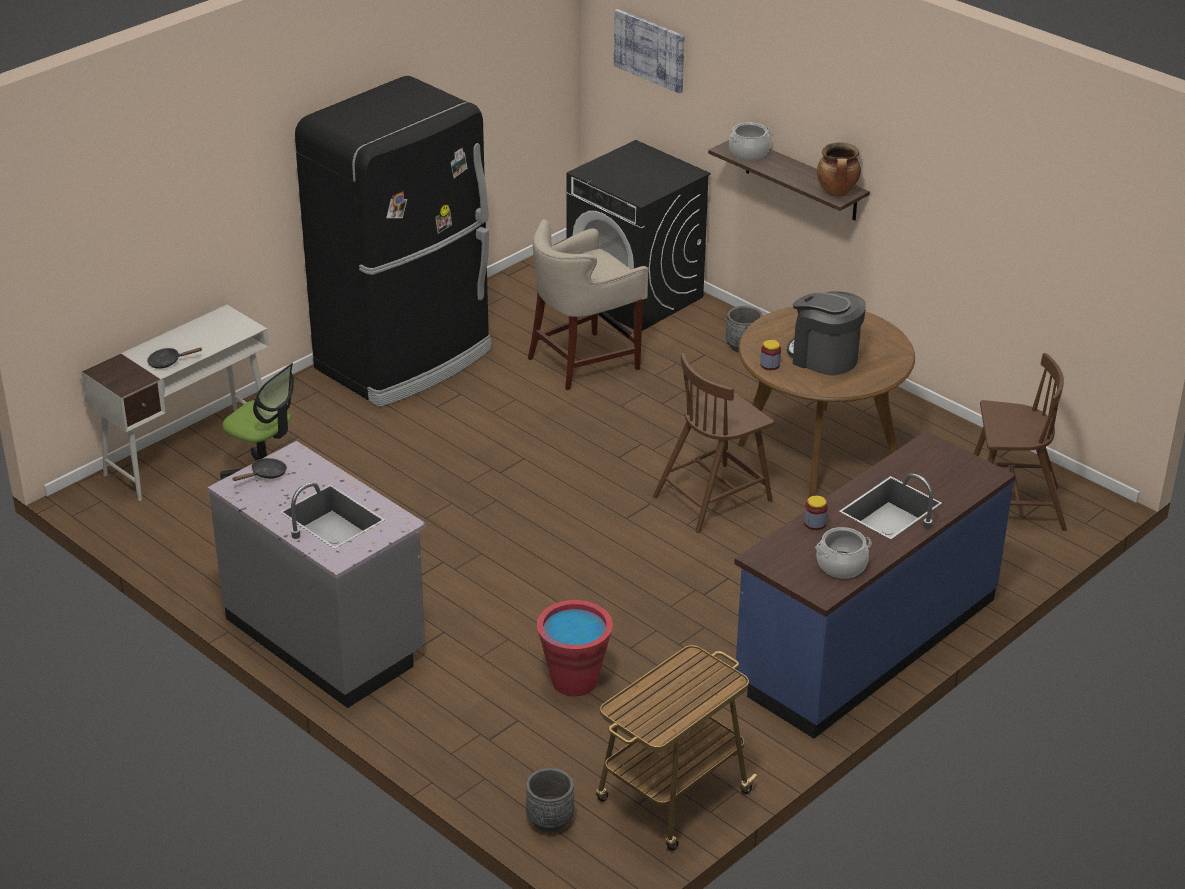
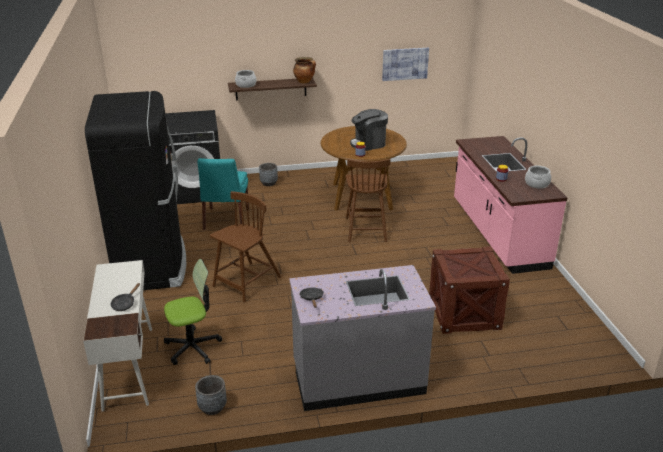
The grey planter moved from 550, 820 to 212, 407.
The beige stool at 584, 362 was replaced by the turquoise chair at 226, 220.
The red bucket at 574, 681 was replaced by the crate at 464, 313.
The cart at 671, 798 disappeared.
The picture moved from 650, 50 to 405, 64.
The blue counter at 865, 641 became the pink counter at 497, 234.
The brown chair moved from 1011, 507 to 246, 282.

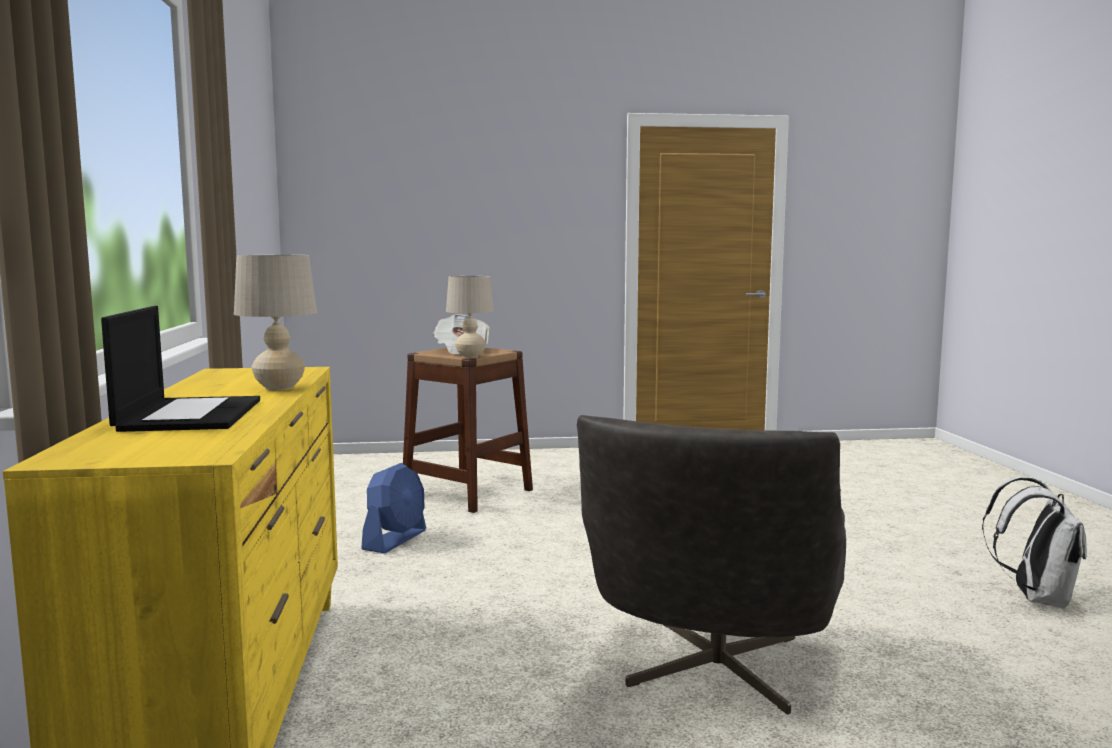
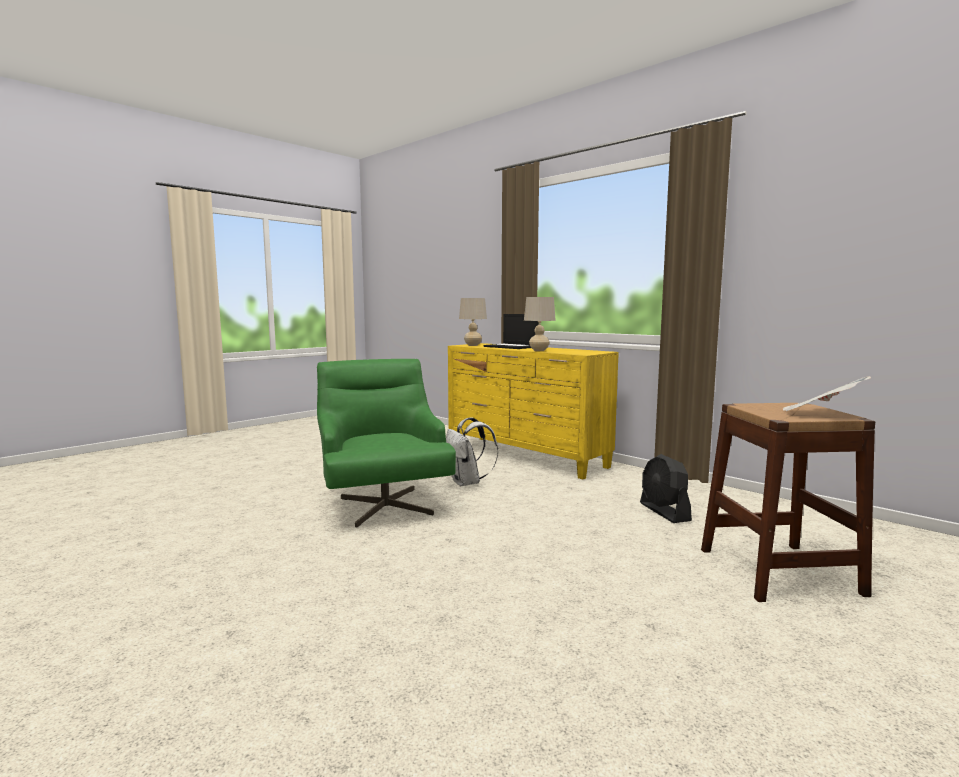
The blue fan at 395, 540 became the black fan at 664, 512.
The beige table lamp moved from 470, 356 to 473, 345.
The grey armchair at 713, 676 became the green armchair at 383, 502.
The white backpack moved from 1036, 598 to 467, 482.

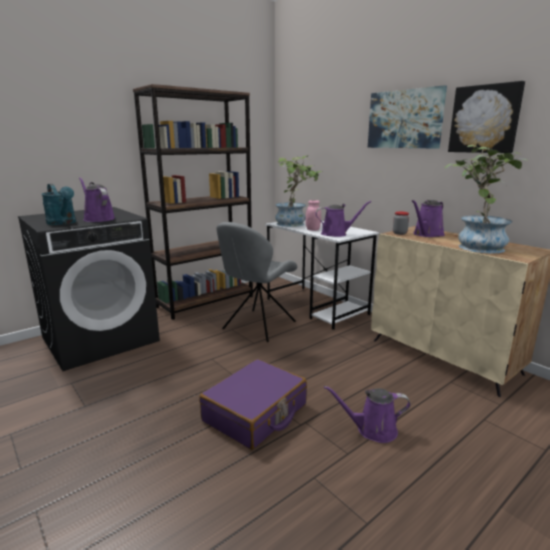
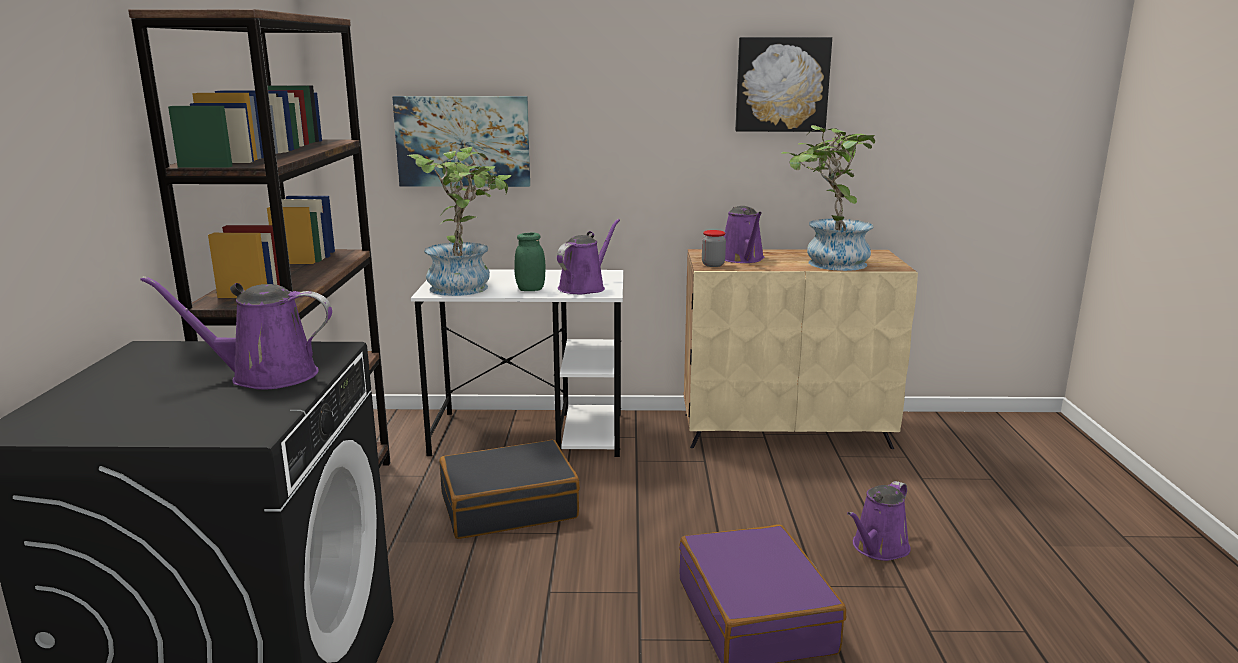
The turquoise watering can at 63, 223 disappeared.
The grey chair at 257, 326 was replaced by the black suitcase at 509, 506.
The pink jar at 313, 230 became the green jar at 530, 289.
The picture moved from 405, 119 to 463, 141.

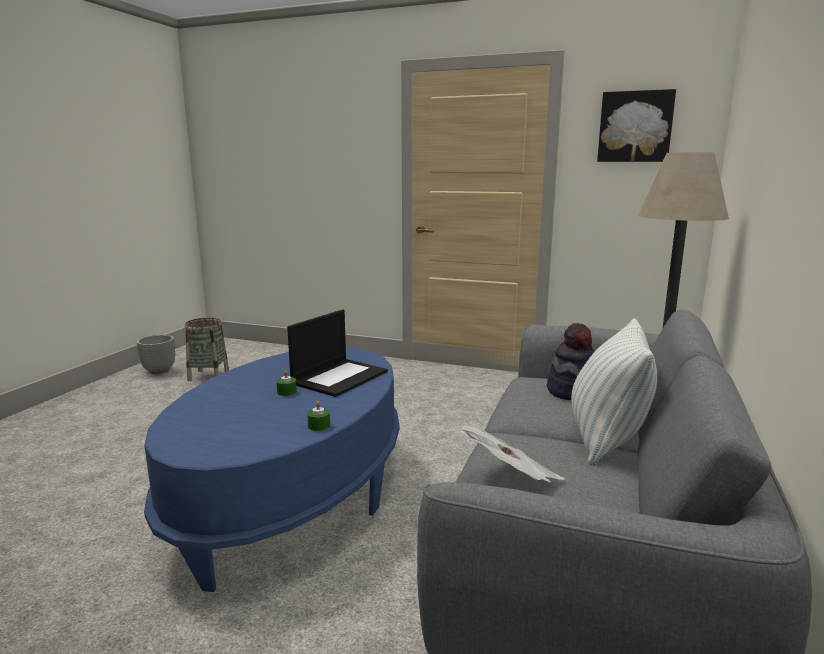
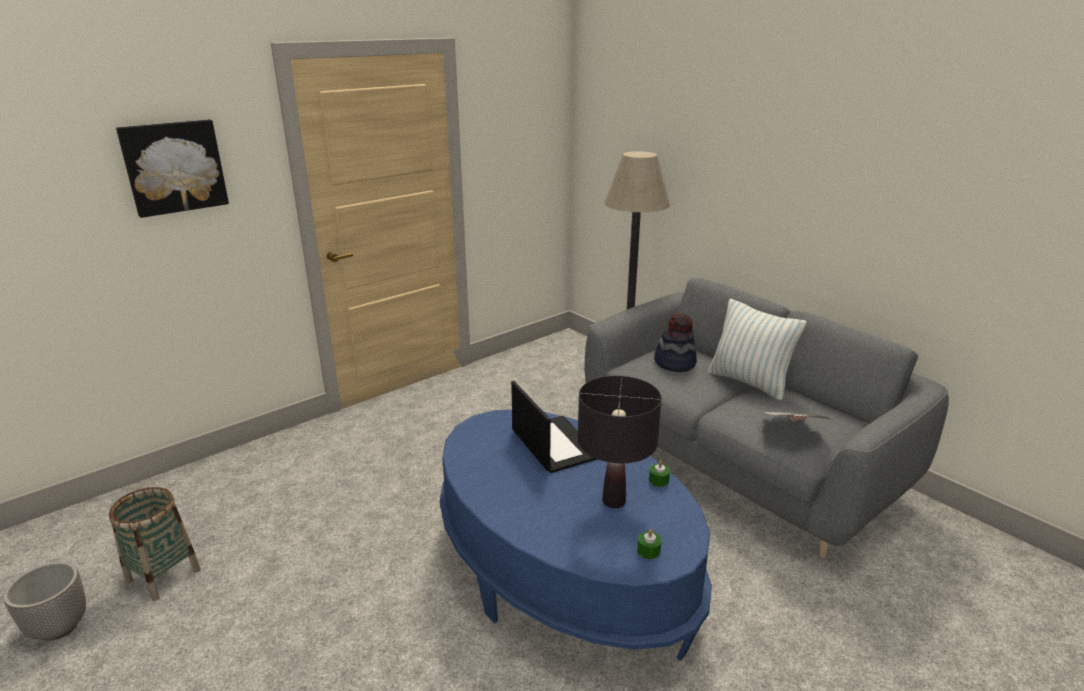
The green candle moved from 287, 392 to 648, 551.
The picture moved from 635, 127 to 174, 167.
The black table lamp at 613, 501 appeared.

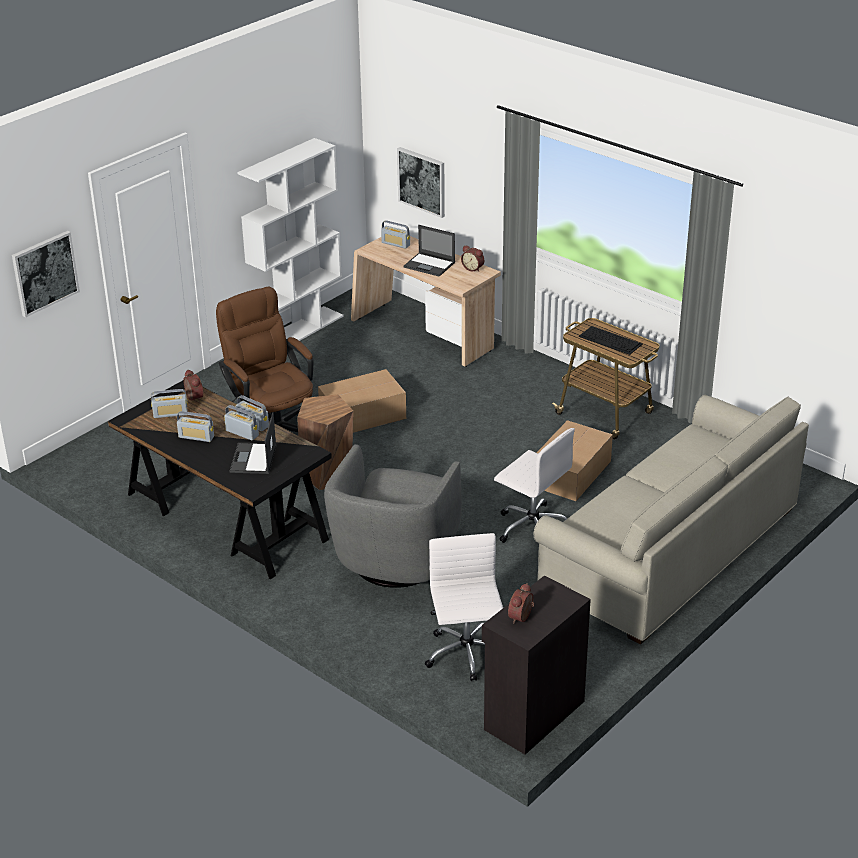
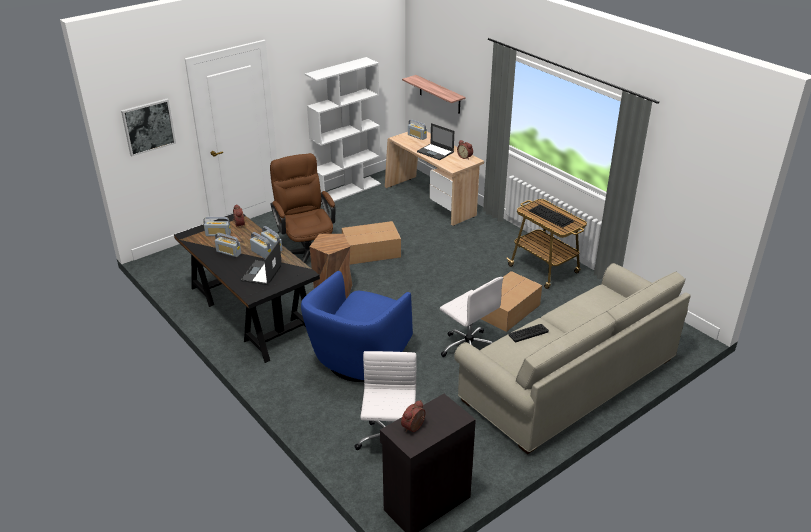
The grey armchair at 395, 561 became the blue armchair at 359, 361.
The picture at 422, 181 was replaced by the shelf at 439, 94.
The keyboard at 528, 333 appeared.

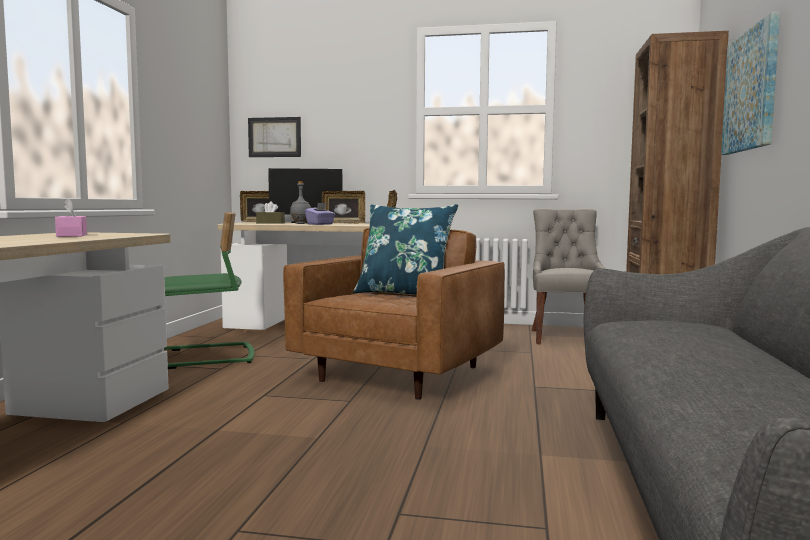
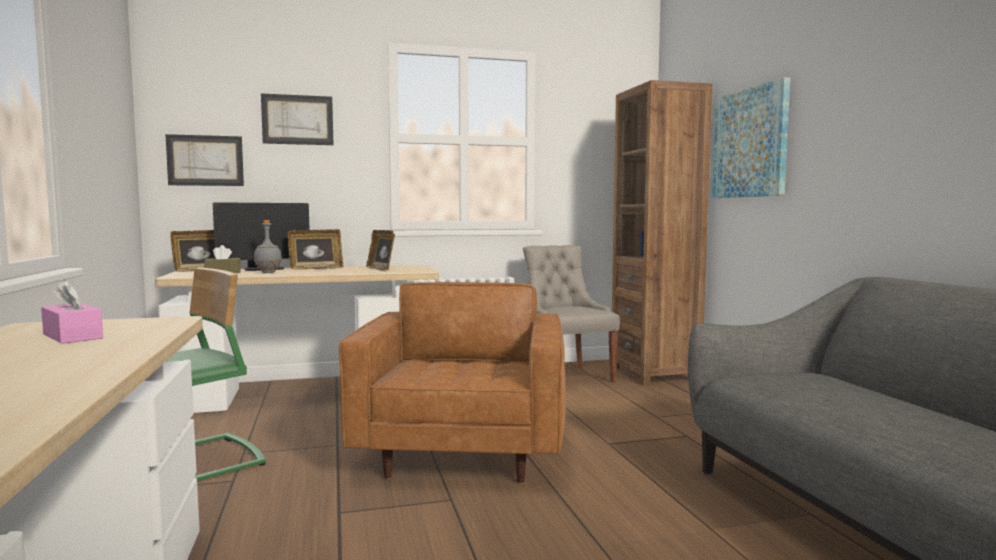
The purple tissue box at 320, 224 disappeared.
The blue pillow at 404, 294 disappeared.
The picture at 297, 120 appeared.

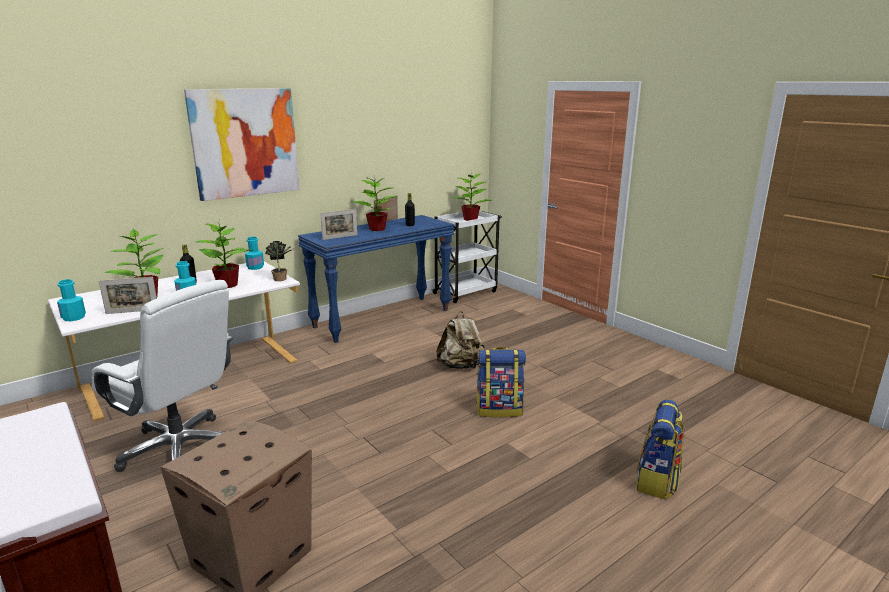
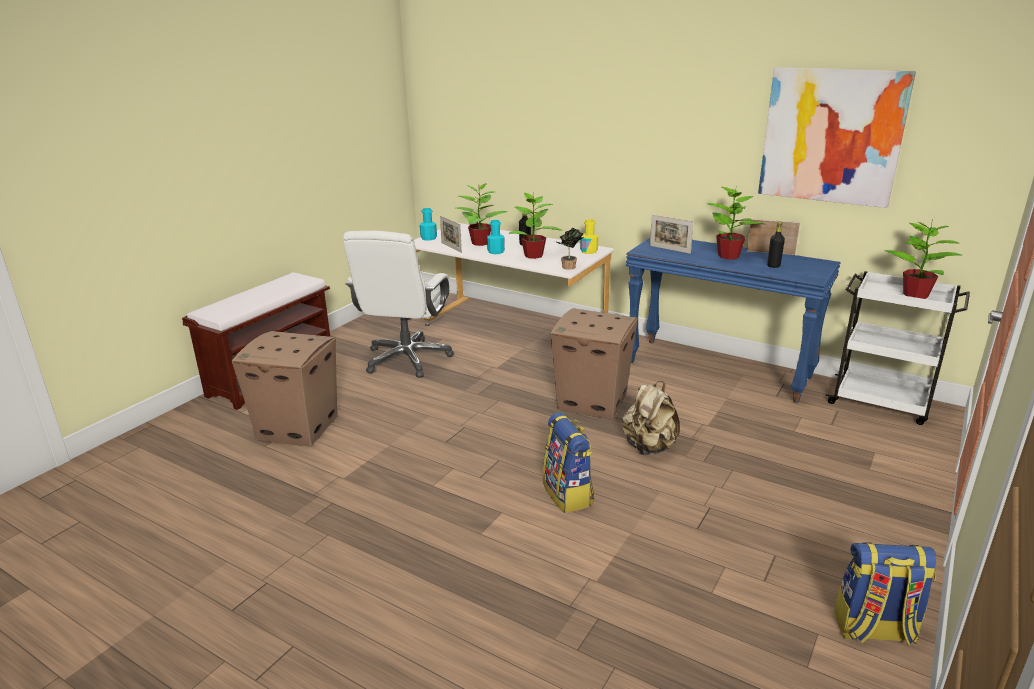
The picture moved from 245, 143 to 831, 136.
The turquoise bottle at 255, 267 became the yellow bottle at 589, 251.
The backpack moved from 657, 481 to 874, 630.
The cardboard box at 593, 401 appeared.

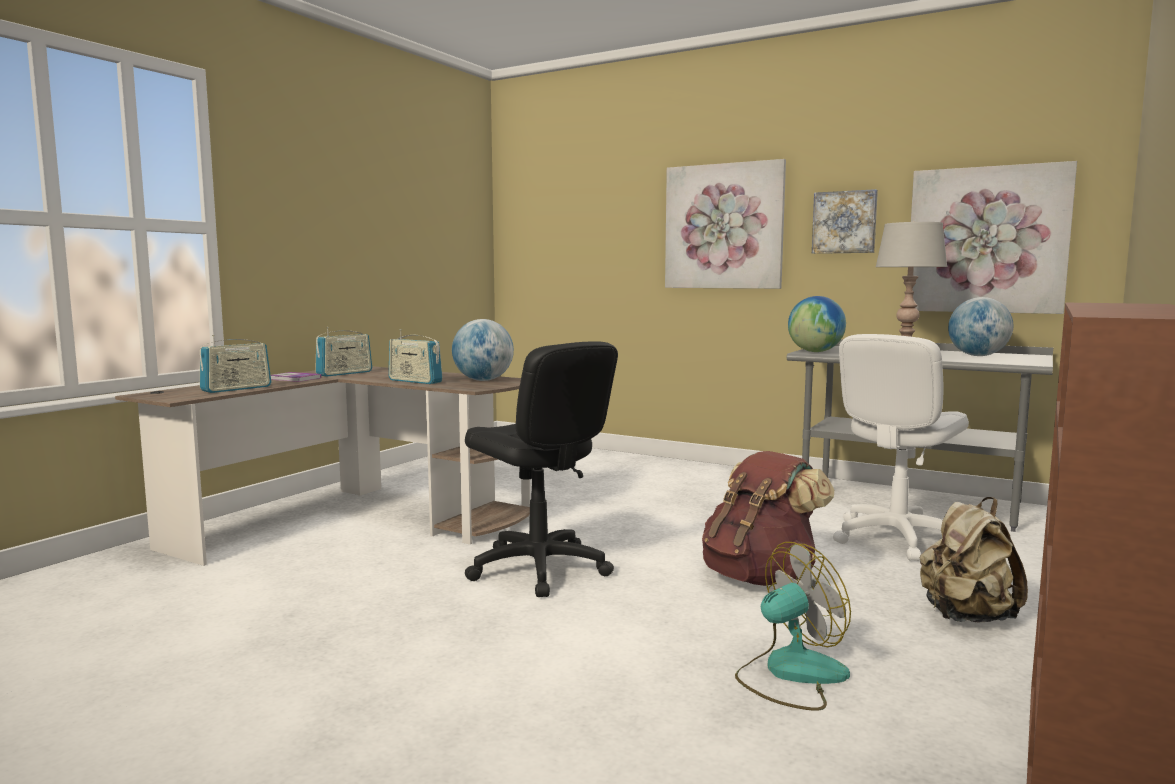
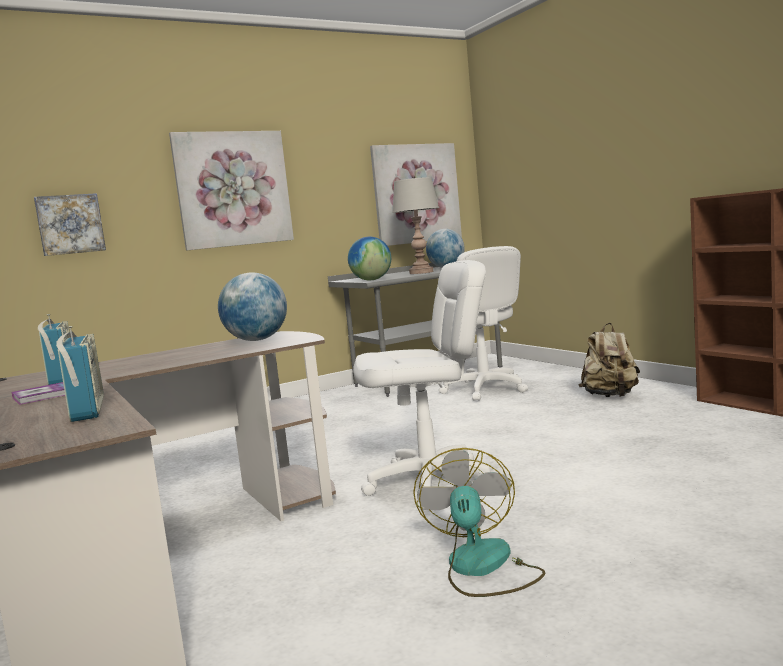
The radio at 415, 381 disappeared.
The black office chair at 538, 569 became the white office chair at 431, 483.
The brown backpack at 760, 577 disappeared.
The fan moved from 790, 674 to 482, 568.
The picture moved from 844, 222 to 70, 224.

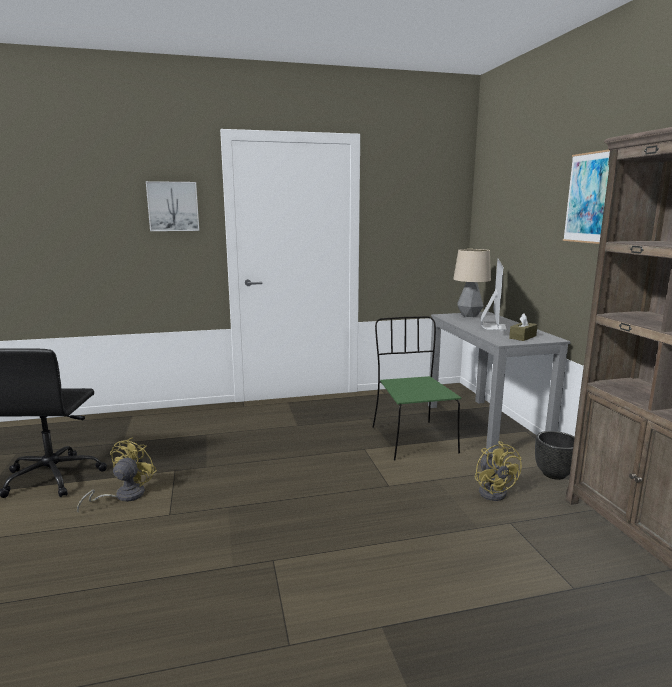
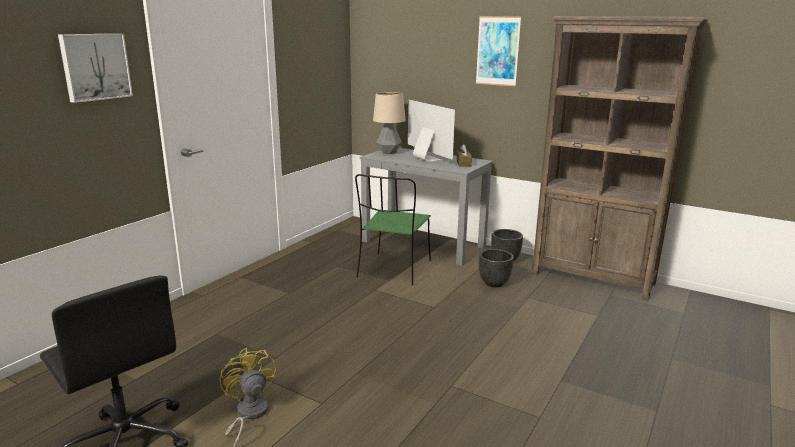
The green chair at 412, 439 turned 105 degrees counterclockwise.
The yellow fan at 494, 491 was replaced by the black planter at 493, 283.

